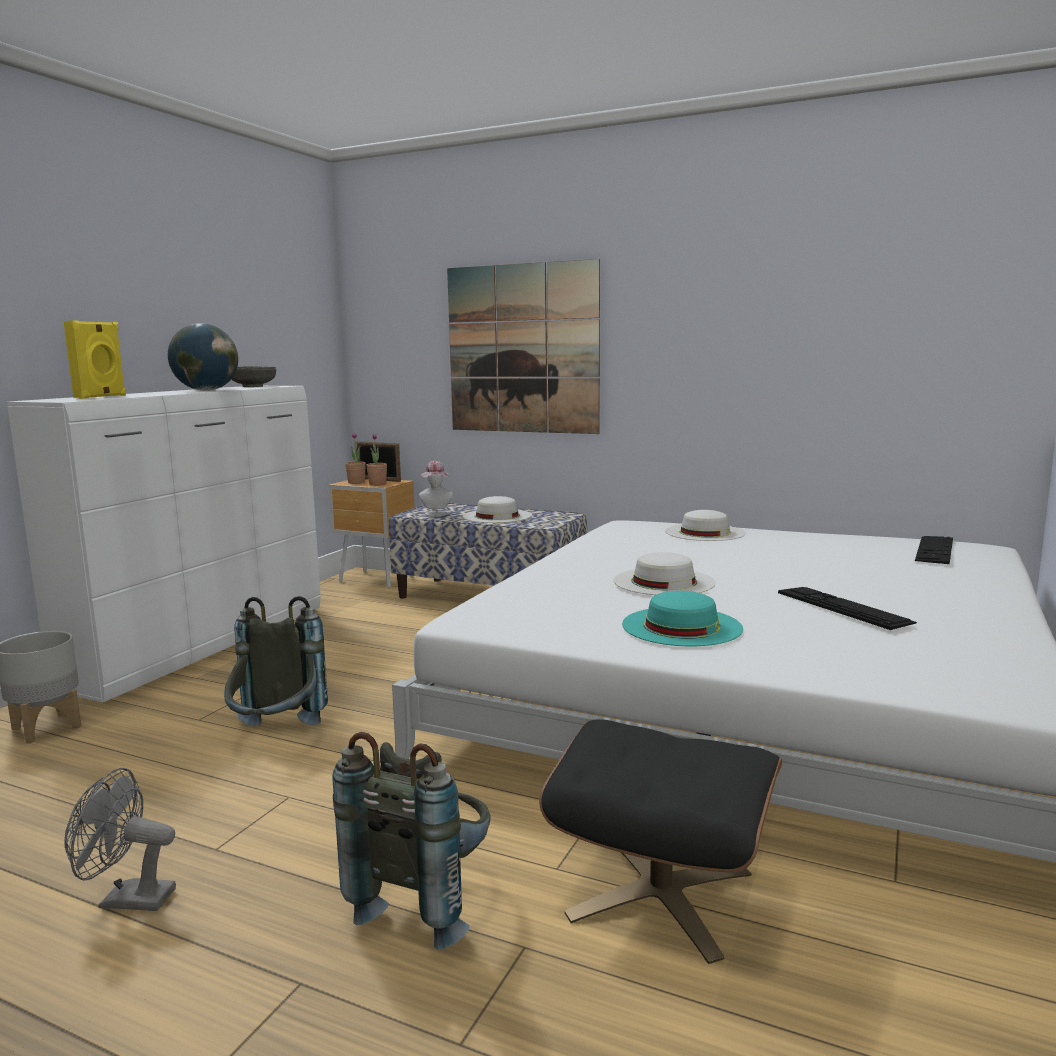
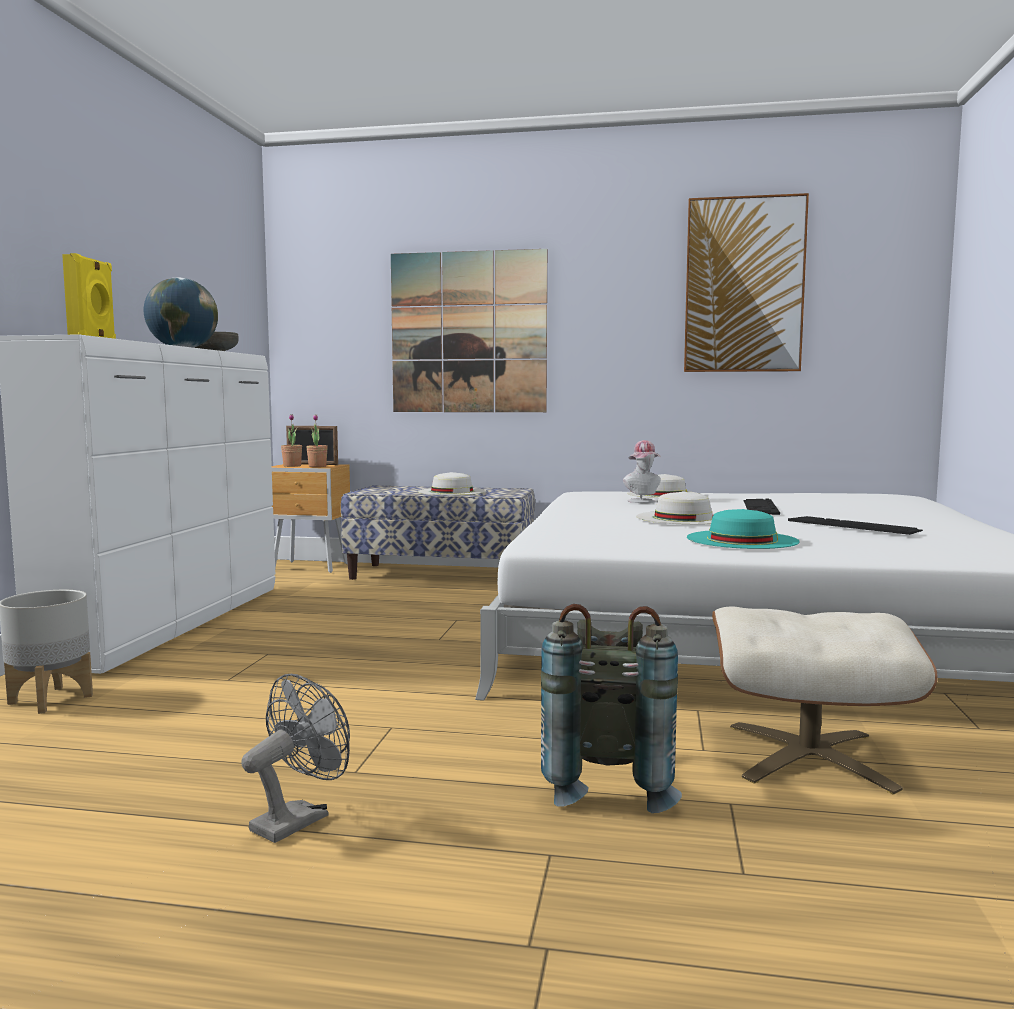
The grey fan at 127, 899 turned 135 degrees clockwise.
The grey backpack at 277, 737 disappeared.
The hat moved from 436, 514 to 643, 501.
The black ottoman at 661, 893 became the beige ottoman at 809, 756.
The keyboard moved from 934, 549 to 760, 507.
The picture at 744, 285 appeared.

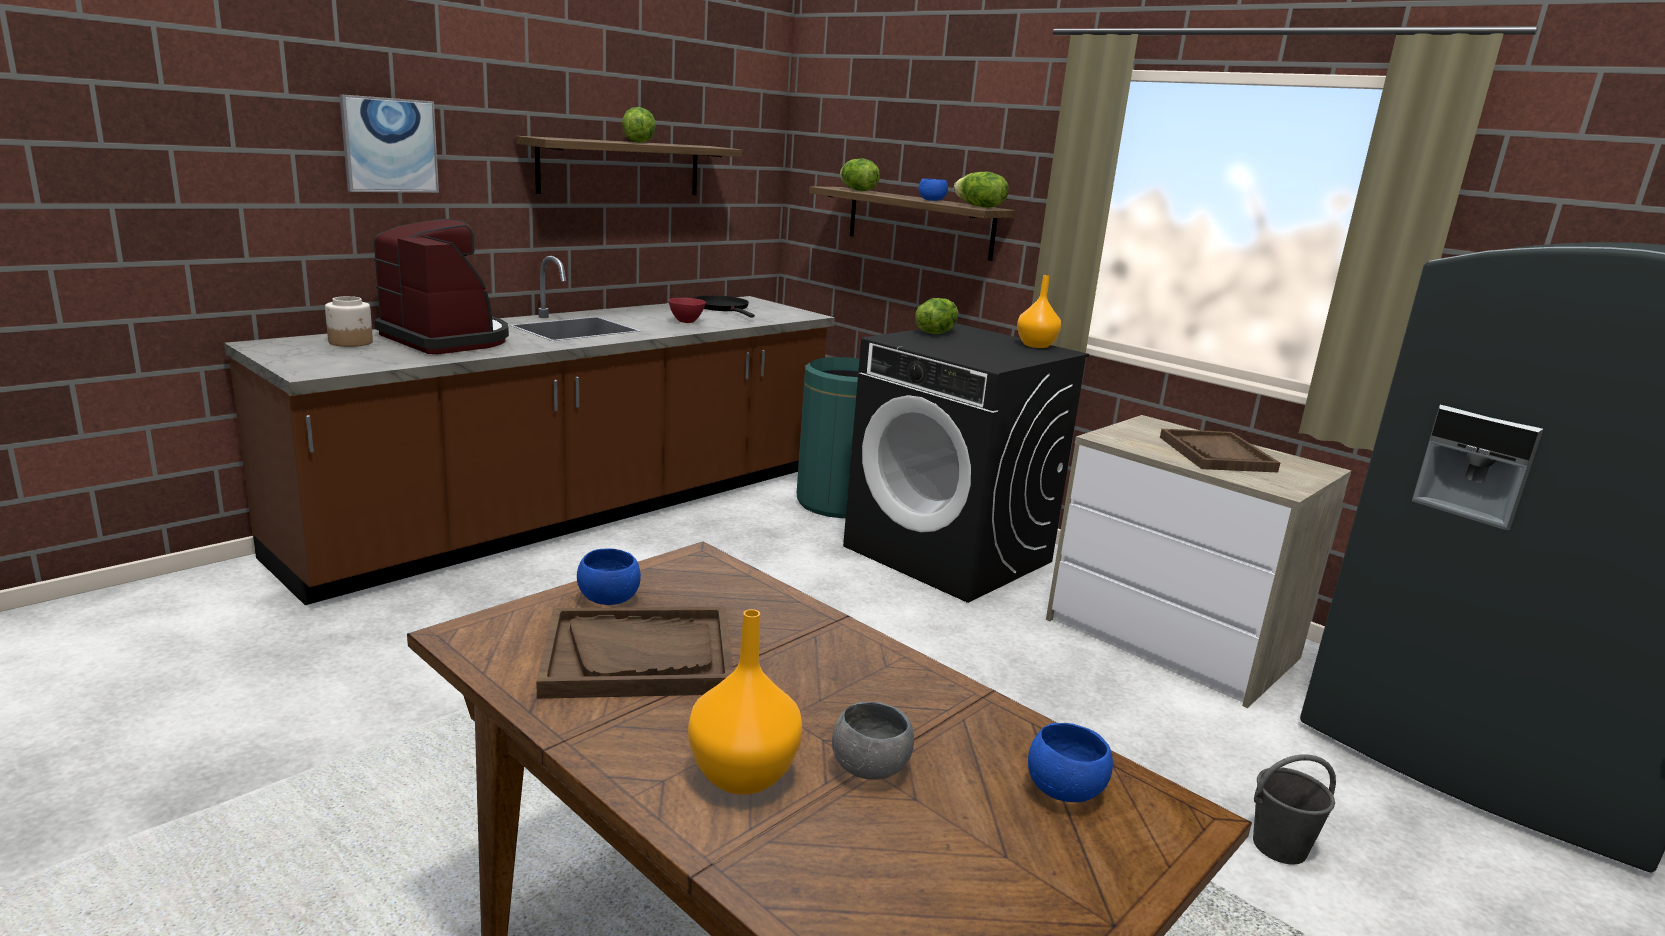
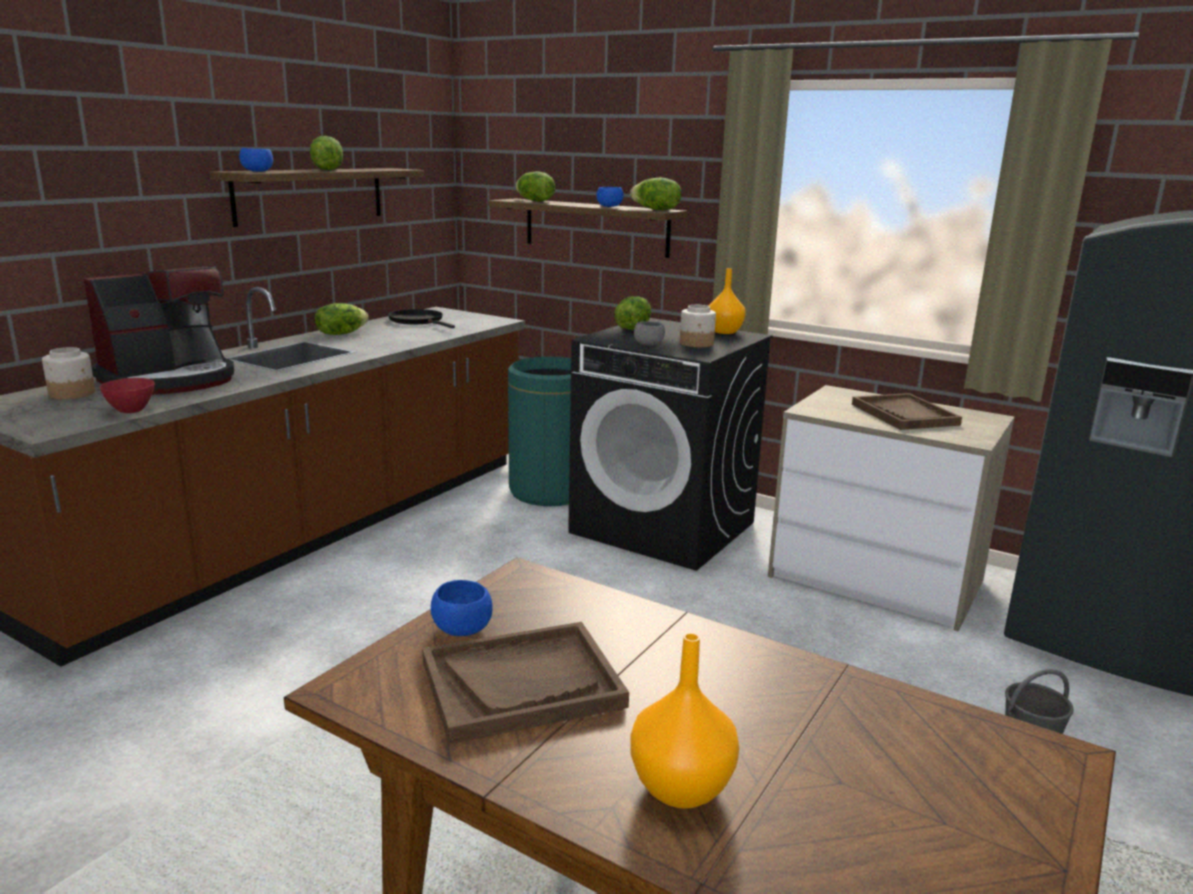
The picture at 390, 145 disappeared.
The coffee machine at 447, 339 turned 105 degrees clockwise.
The red bowl moved from 686, 322 to 131, 411.
The grey bowl moved from 870, 768 to 649, 345.
The blue bowl moved from 1064, 790 to 258, 171.
The lettuce at 341, 334 appeared.
The jar at 697, 343 appeared.

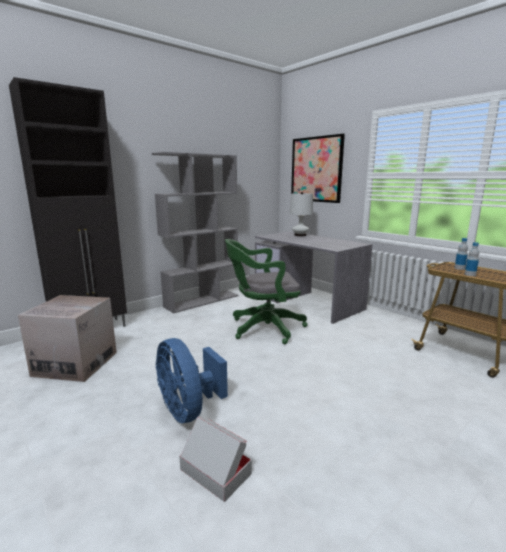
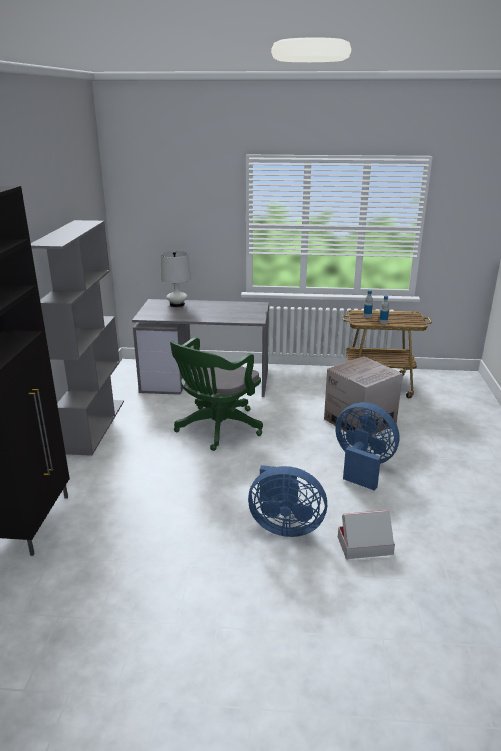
The cardboard box moved from 76, 364 to 360, 421.
The picture at 316, 169 disappeared.
The blue fan at 362, 466 appeared.

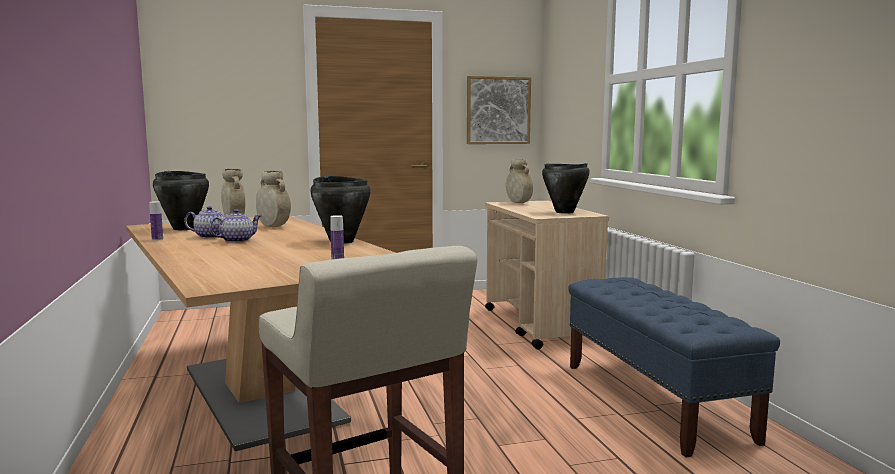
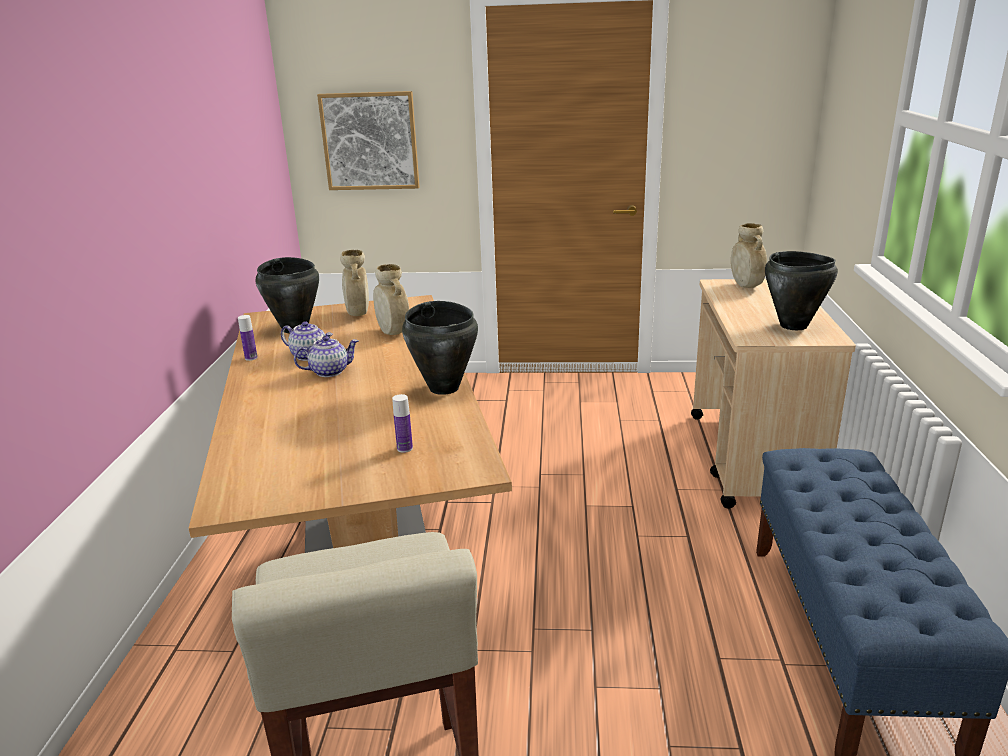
The picture moved from 498, 110 to 370, 141.

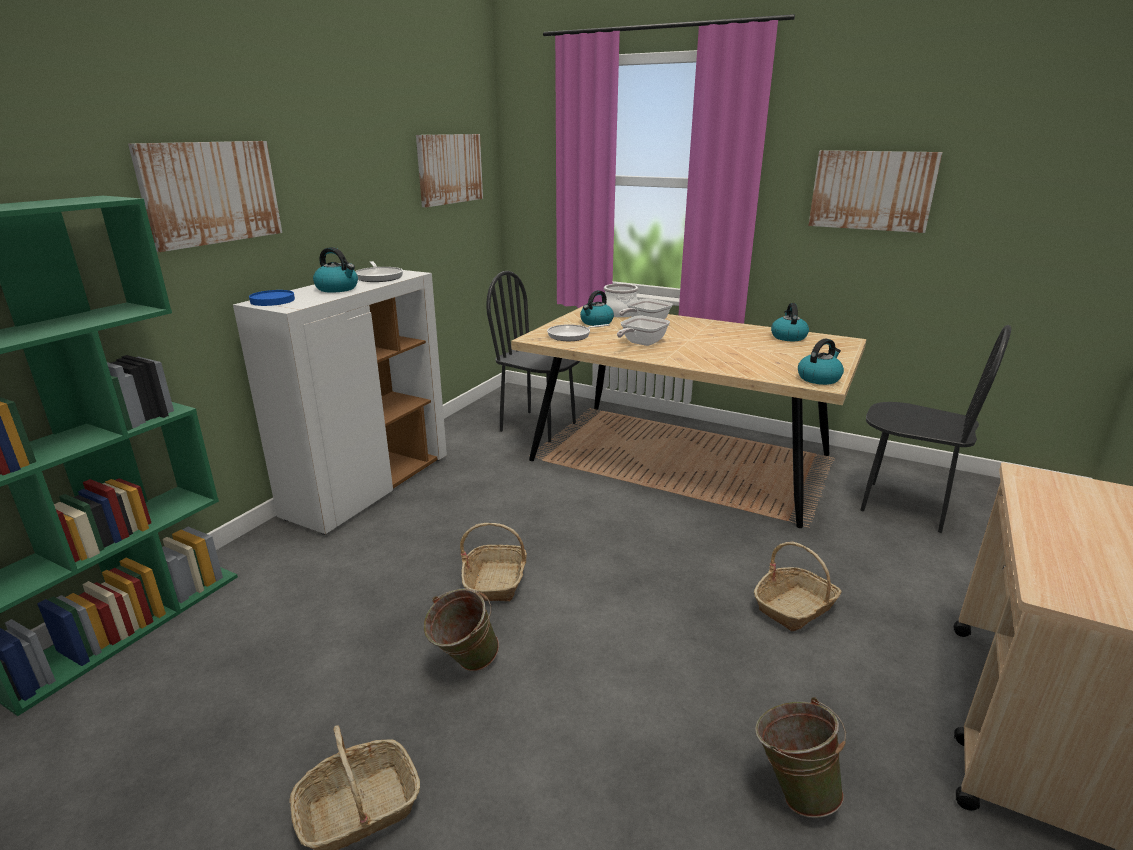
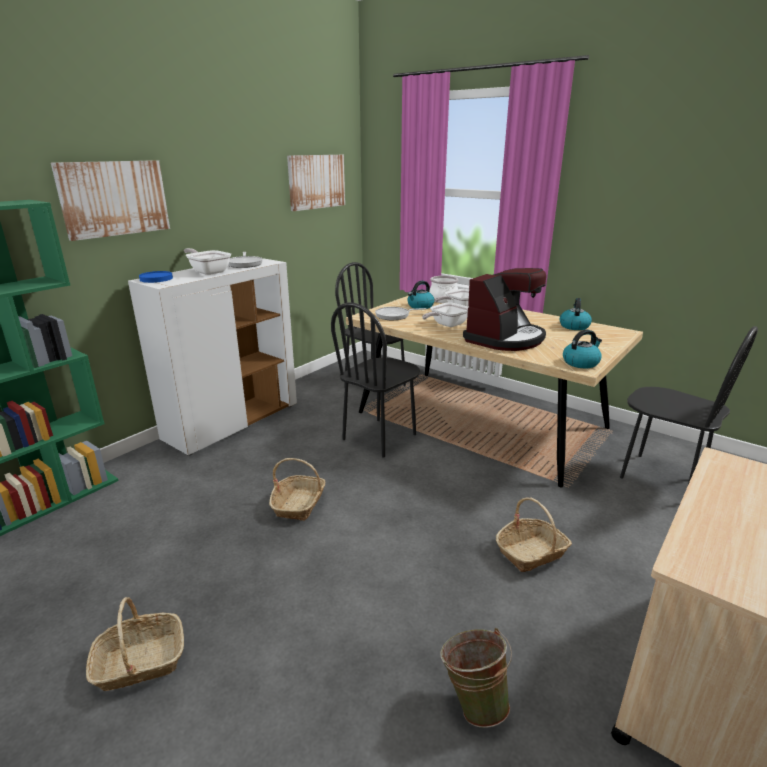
The kettle at 338, 288 was replaced by the frying pan at 208, 271.
The green bucket at 464, 665 disappeared.
The picture at 872, 190 disappeared.
The black chair at 380, 437 appeared.
The coffee machine at 505, 339 appeared.

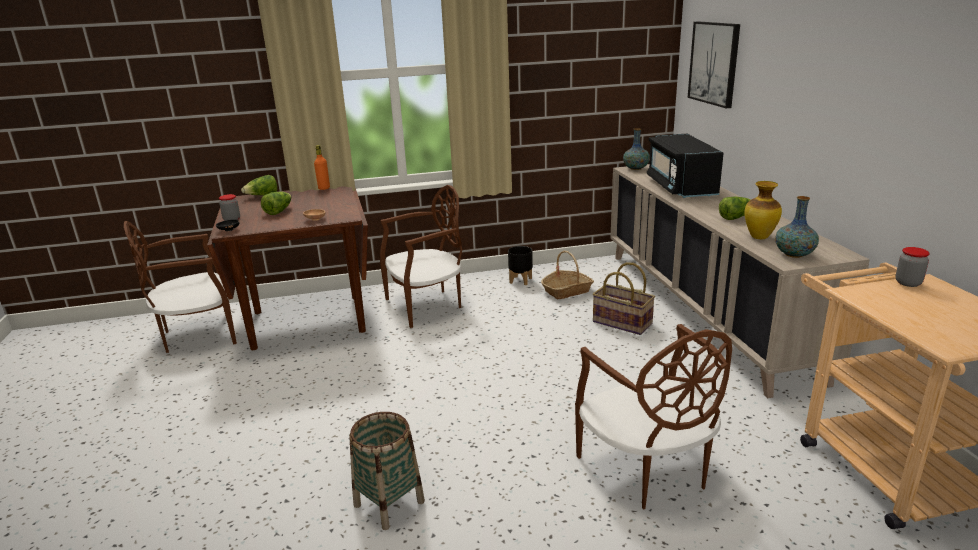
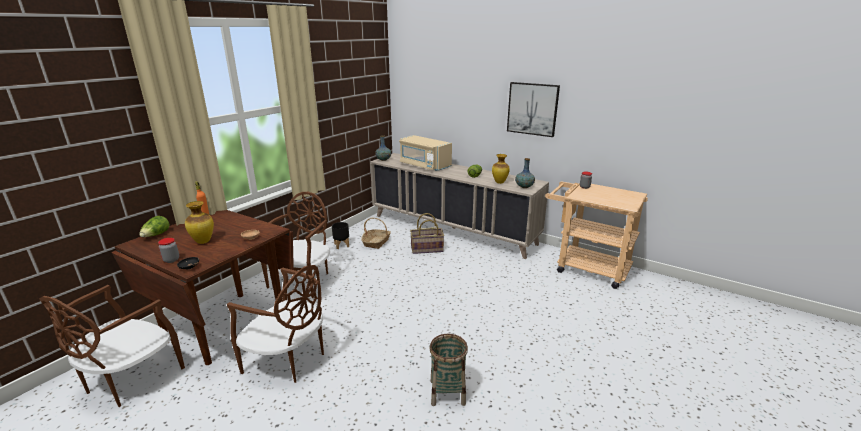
The lettuce at 278, 211 was replaced by the vase at 203, 242.
The brown chair moved from 648, 470 to 288, 360.
The black microwave at 680, 187 became the beige microwave at 424, 165.
The picture moved from 714, 63 to 532, 109.

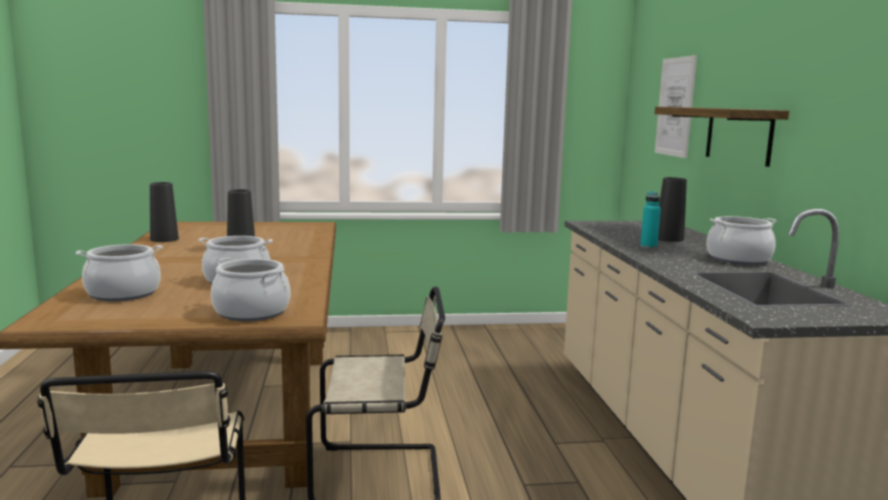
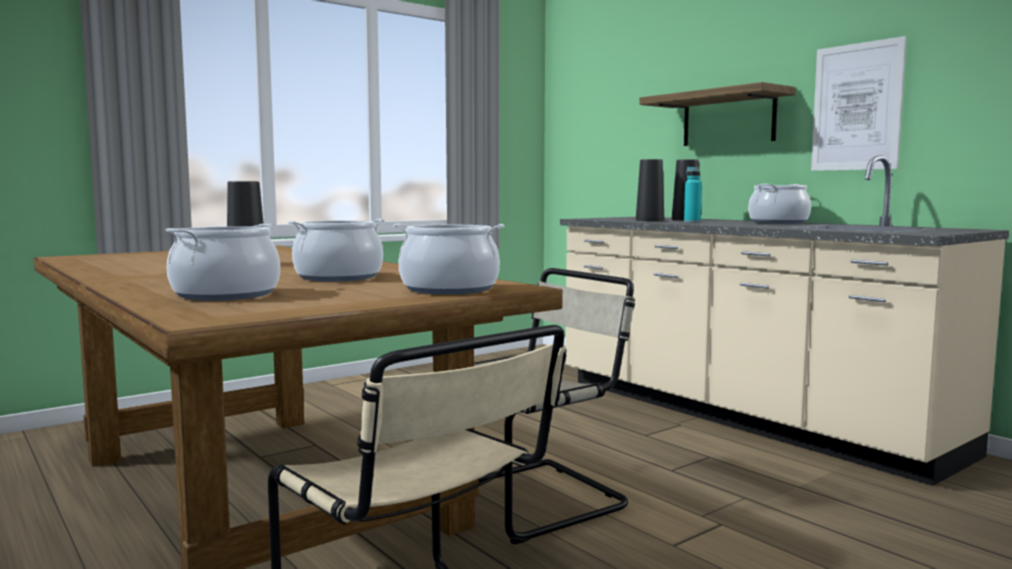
The black vase moved from 164, 239 to 649, 220.
The picture moved from 675, 107 to 856, 107.

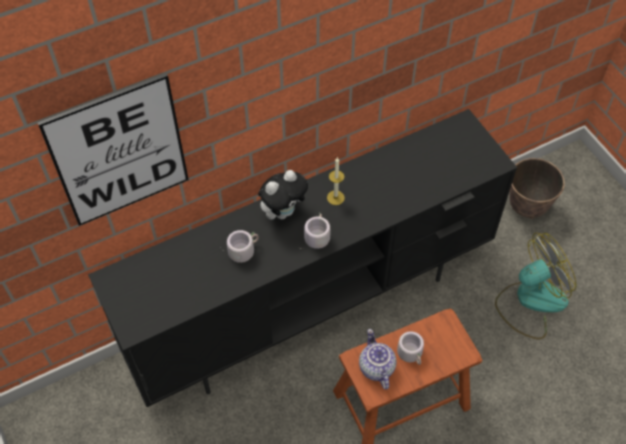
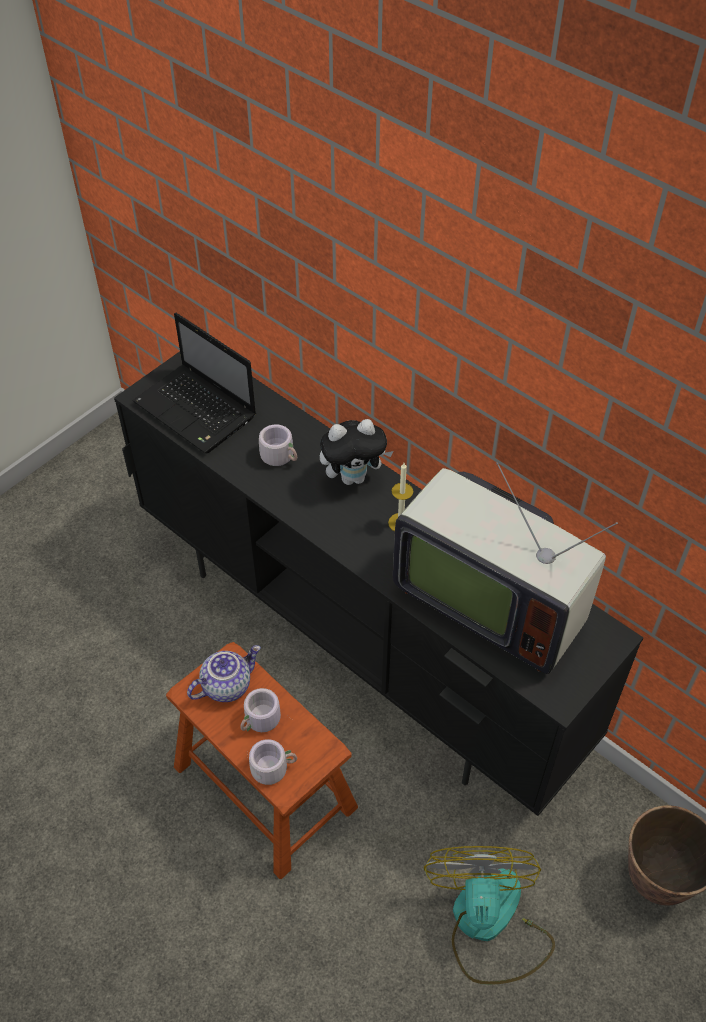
The picture at 119, 152 disappeared.
The plush toy at 283, 211 turned 45 degrees counterclockwise.
The grey mug moved from 316, 235 to 273, 766.
The fan at 530, 301 turned 135 degrees counterclockwise.
The laptop at 197, 411 appeared.
The television at 490, 599 appeared.

